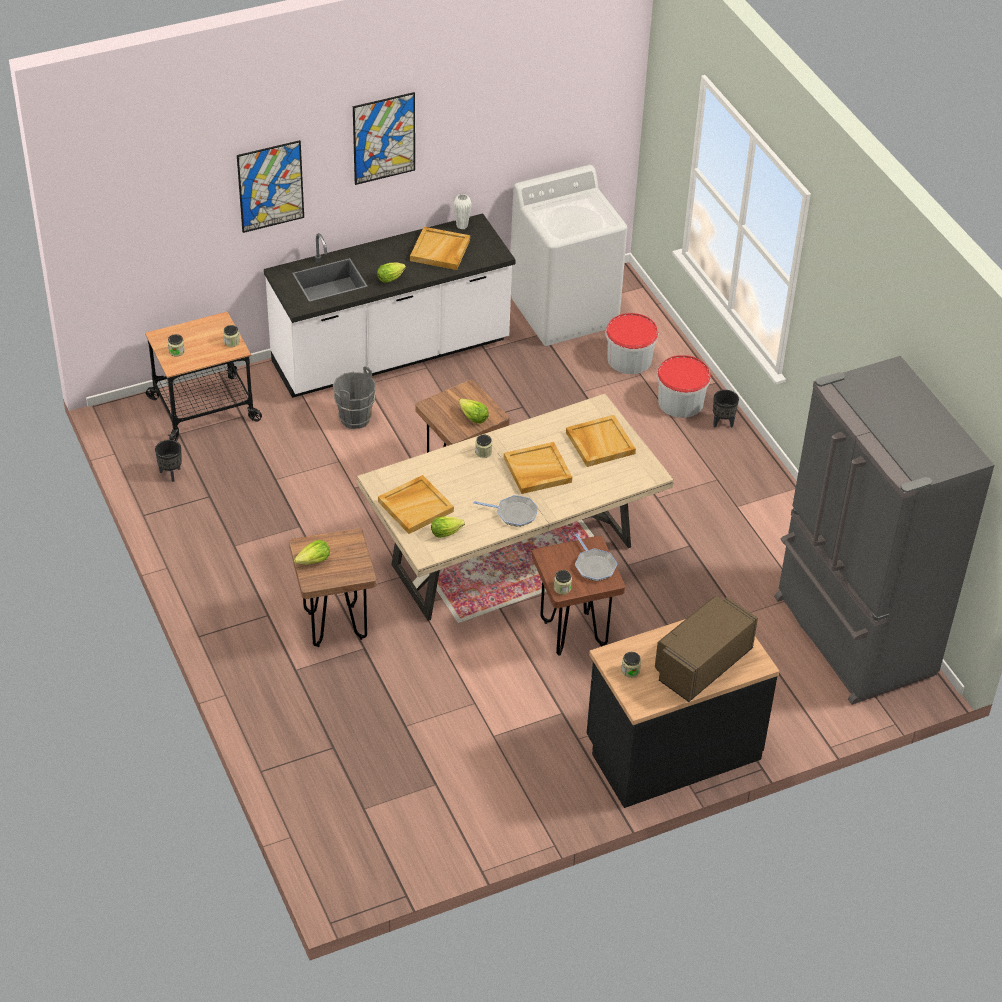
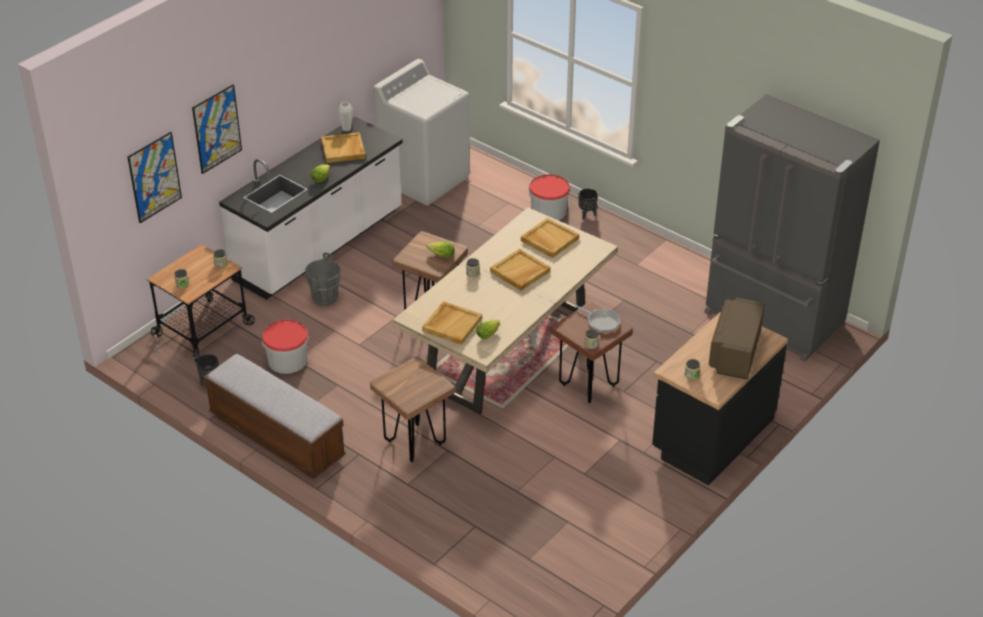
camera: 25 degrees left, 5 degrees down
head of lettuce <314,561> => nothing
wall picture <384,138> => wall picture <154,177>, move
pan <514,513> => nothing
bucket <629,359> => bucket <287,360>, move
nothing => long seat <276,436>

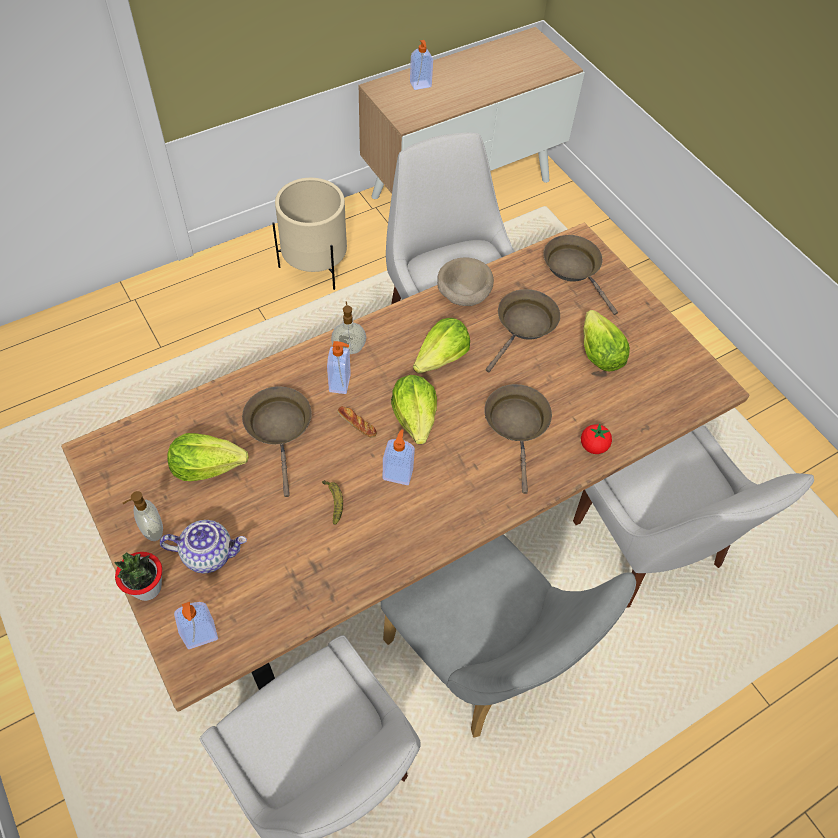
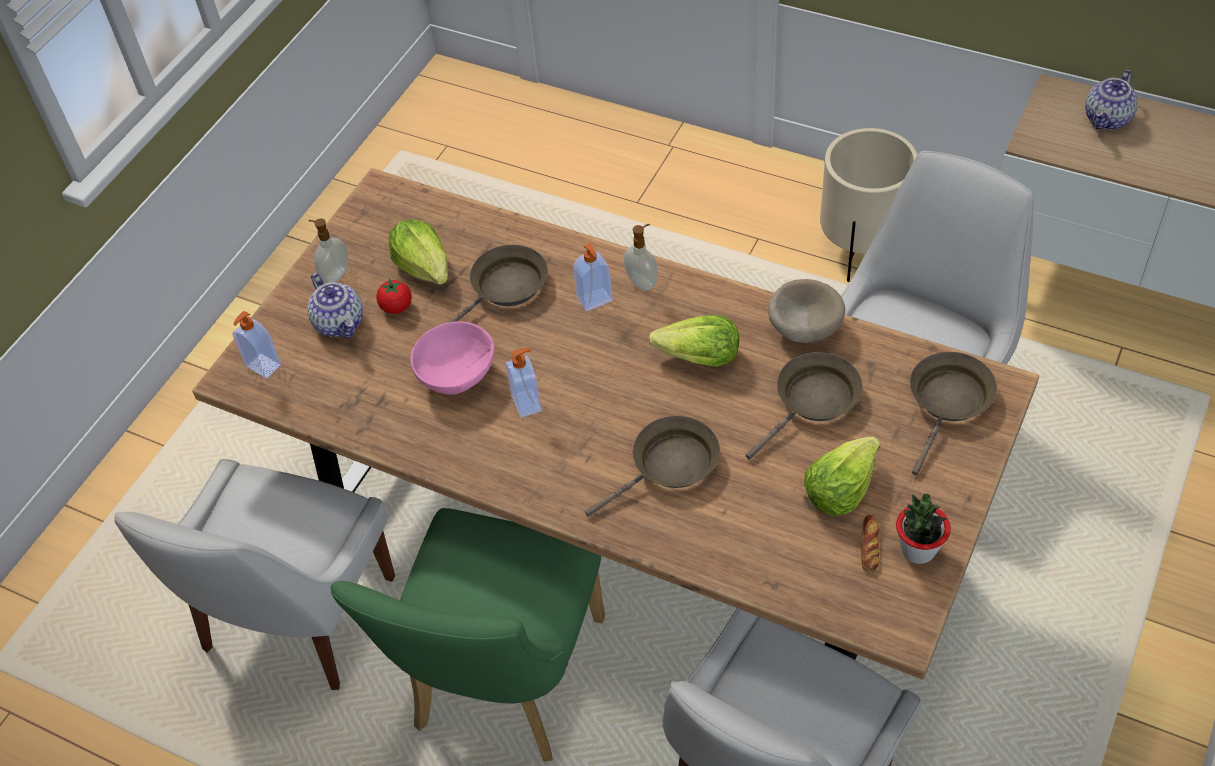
camera: 65 degrees right, 5 degrees down
houseplant <147,588> => houseplant <918,550>, move
banana <334,502> => bowl/pink <457,375>
bakery bread <357,424> => bakery bread <869,546>, move
upright chair/gray <480,660> => upright chair/green-coloured <502,686>
head of lettuce <415,418> => nothing
soap dispenser <420,85> => pot for tea <1107,119>
pan/brown-coloured <524,326> => pan/brown-coloured <813,401>, 45 degrees counterclockwise
tomato <593,446> => tomato <396,307>, move

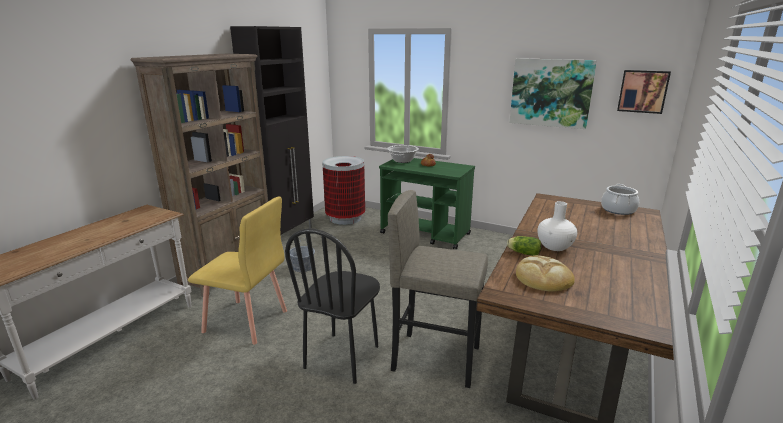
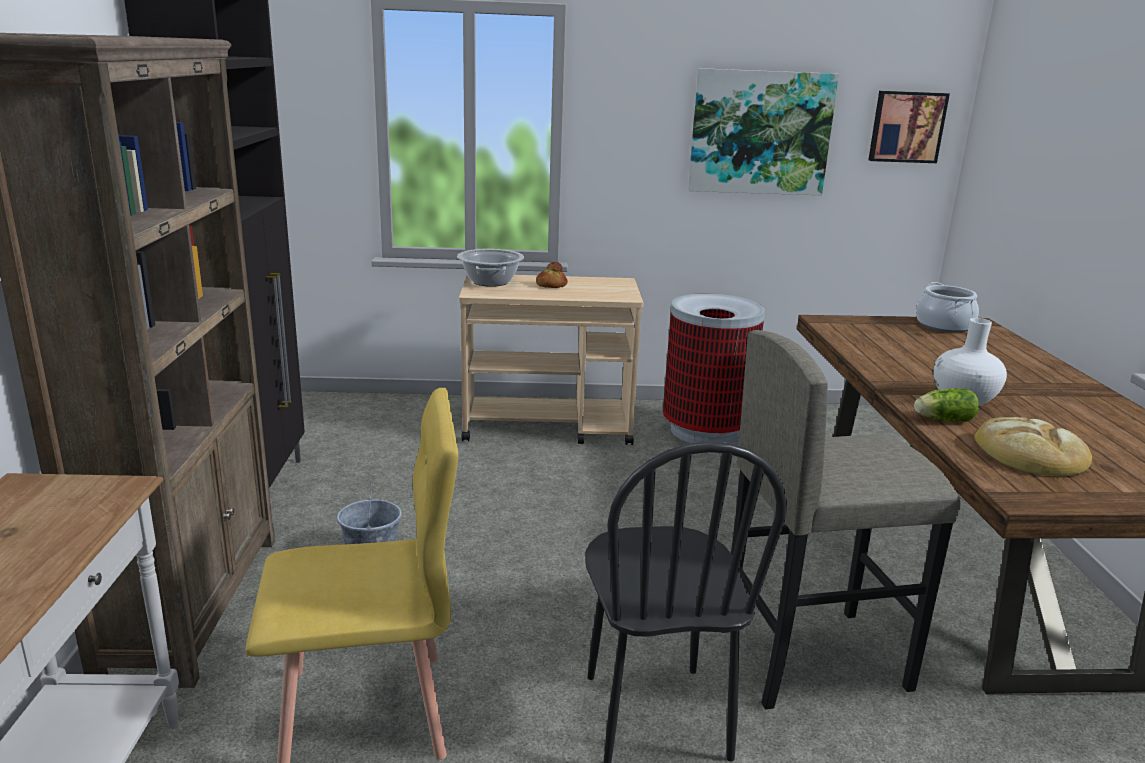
camera: 30 degrees left, 0 degrees up
rubbish bin <345,218> => rubbish bin <705,431>, move
cart/green-coloured <425,234> => cart/beige-coloured <549,426>

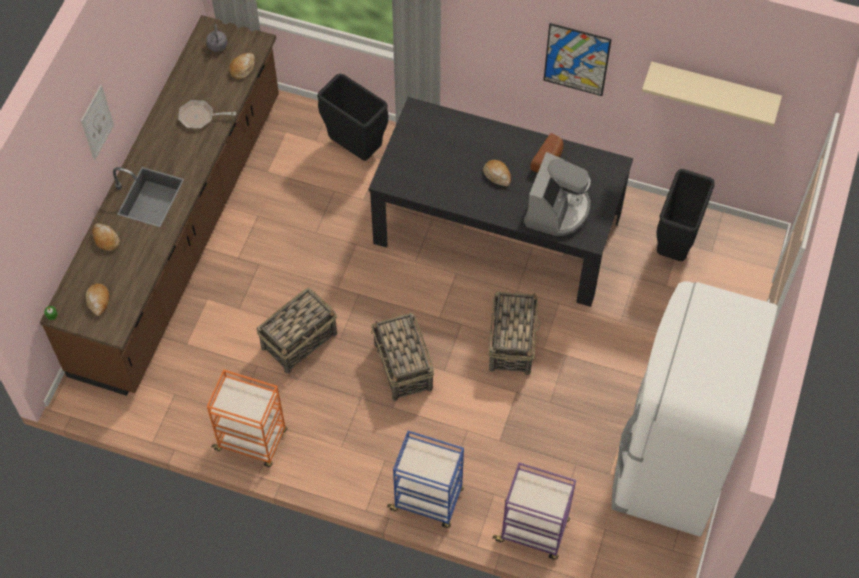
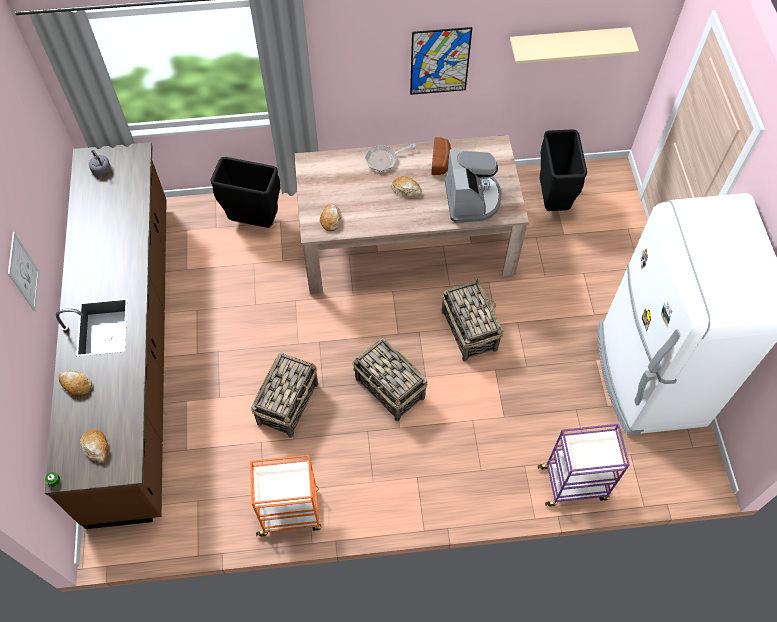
camera: 25 degrees left, 0 degrees up
pan <200,117> => pan <384,159>, move
bakery bread <243,68> => bakery bread <331,219>, move
kitchen table/black-coloured <497,229> => kitchen table/beige-coloured <407,242>
cart/blue <427,500> => nothing

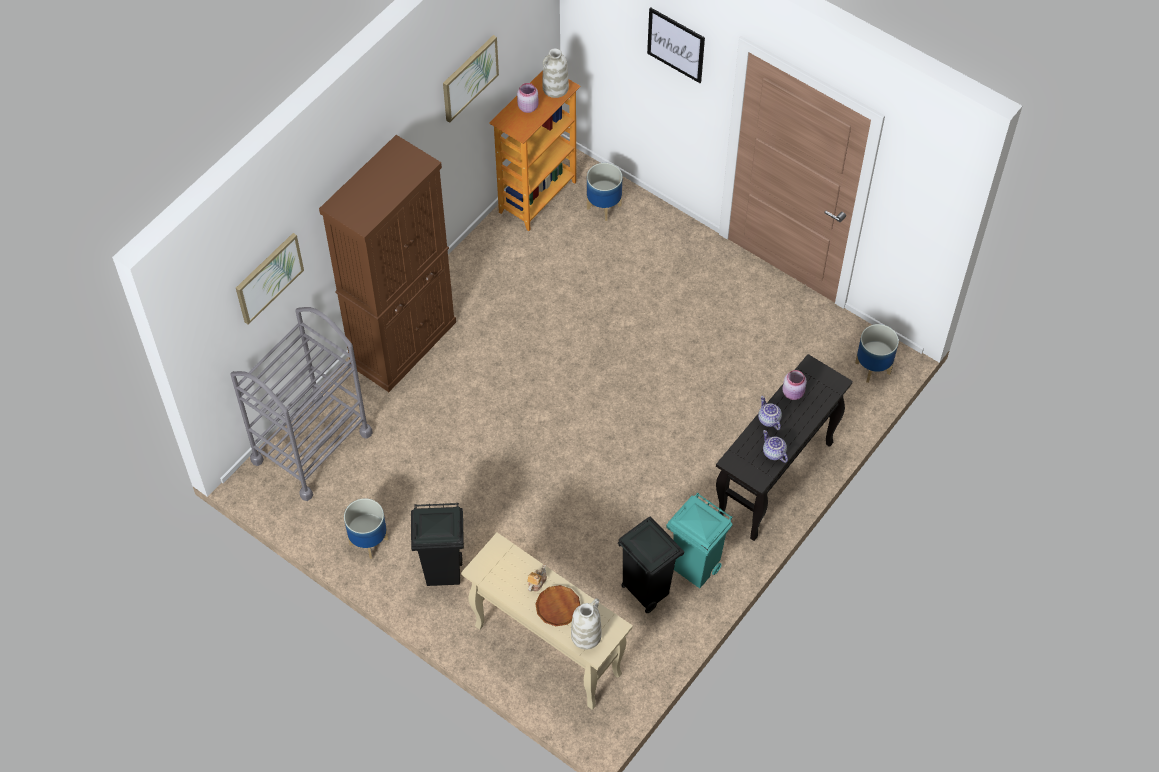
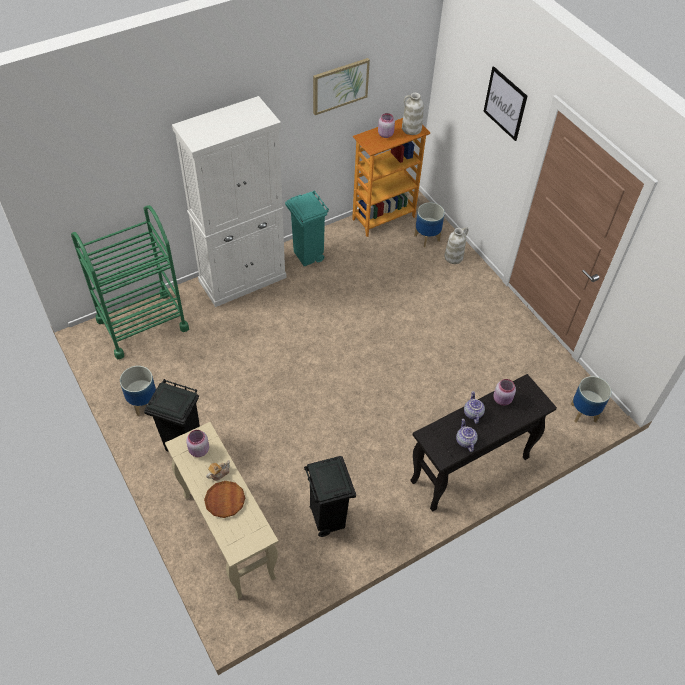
camera: 20 degrees right, 5 degrees down
cart/gray <311,447> => cart/green-coloured <142,324>
wall picture <268,277> => nothing
cupboard/brown-coloured <403,343> => cupboard/whitish <243,279>
flower vase/whitish <586,635> => flower vase/whitish <453,257>, move
rubbish bin/turquoise-coloured <696,569> => rubbish bin/turquoise-coloured <308,256>, move
nothing => jar/pink <198,450>

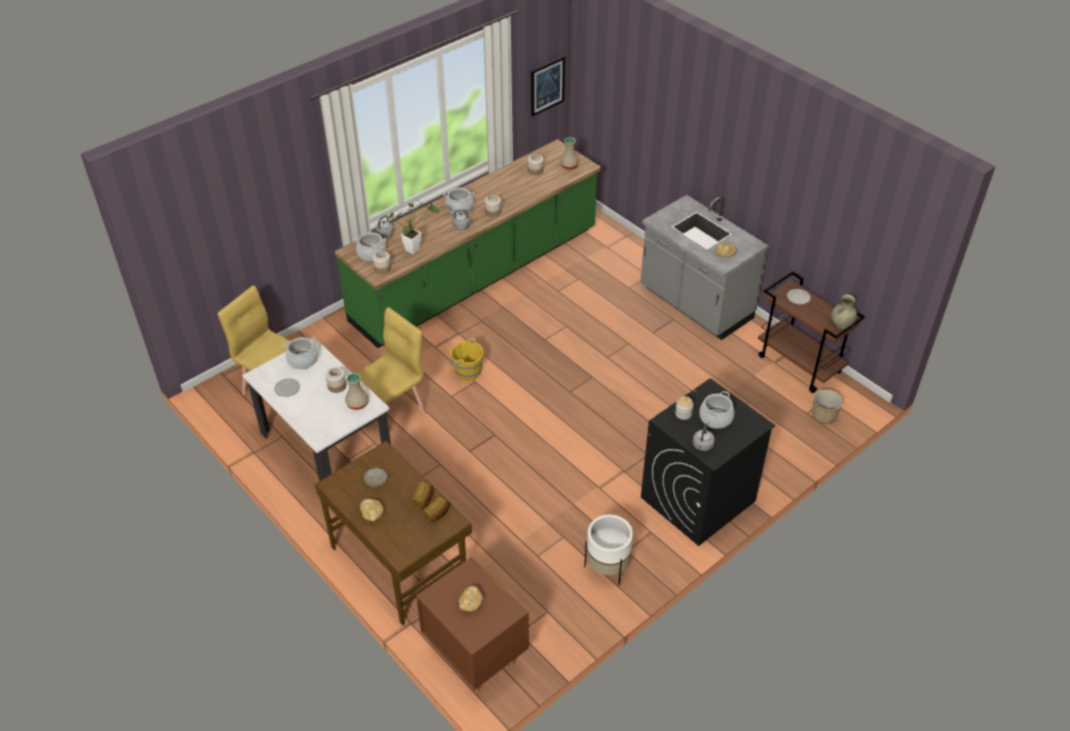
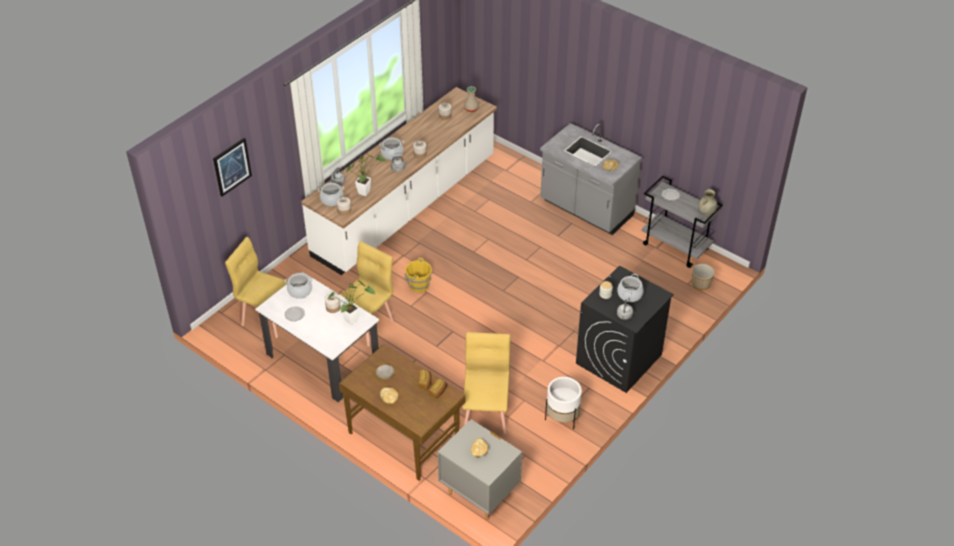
camera: 10 degrees left, 0 degrees up
kitchen base unit/green-coloured <476,276> => kitchen base unit/whitish <406,206>
flower vase/beige-coloured <358,403> => houseplant <353,319>
bedside table/brown-coloured <475,656> => bedside table/gray <479,494>
wall picture <547,85> => wall picture <232,166>, move
cart/brown-coloured <800,364> => cart/gray <676,247>
nothing => upright chair/yellow <486,414>

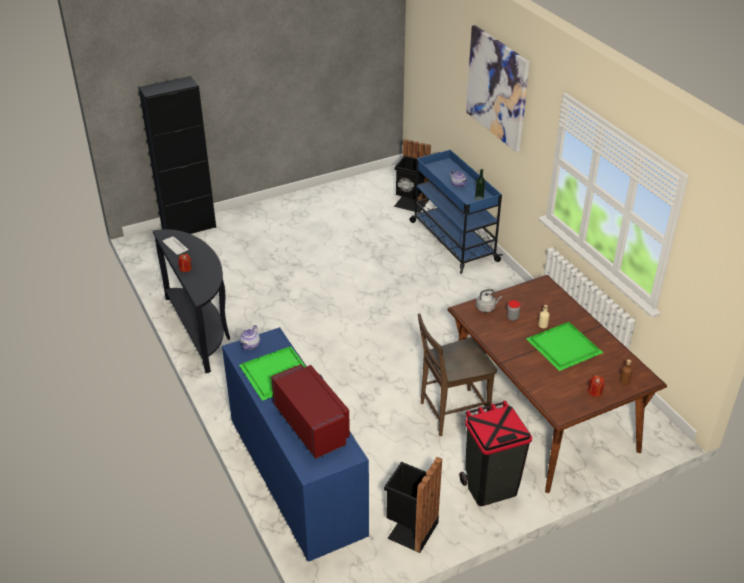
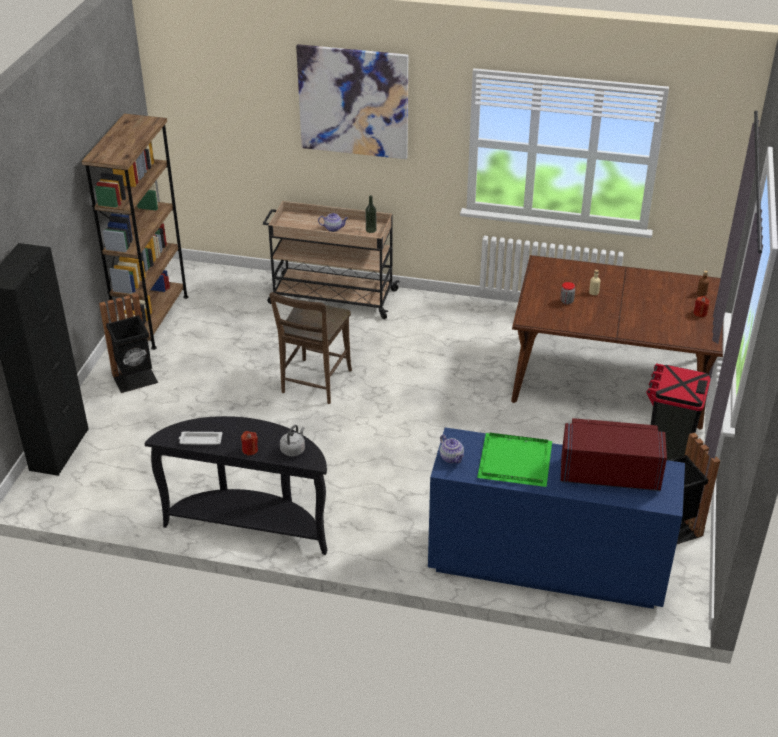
camera: 50 degrees left, 0 degrees up
rubbish bin/black-coloured <410,204> => rubbish bin/black-coloured <136,379>, move
cart/blue <452,240> => cart/beige-coloured <331,296>
upright chair/brown-coloured <451,413> => upright chair/brown-coloured <314,384>, move
water kettle/gray <486,308> => water kettle/gray <293,449>, move
tray/green-coloured <564,346> => nothing
nothing => bookcase/brown-coloured <153,319>

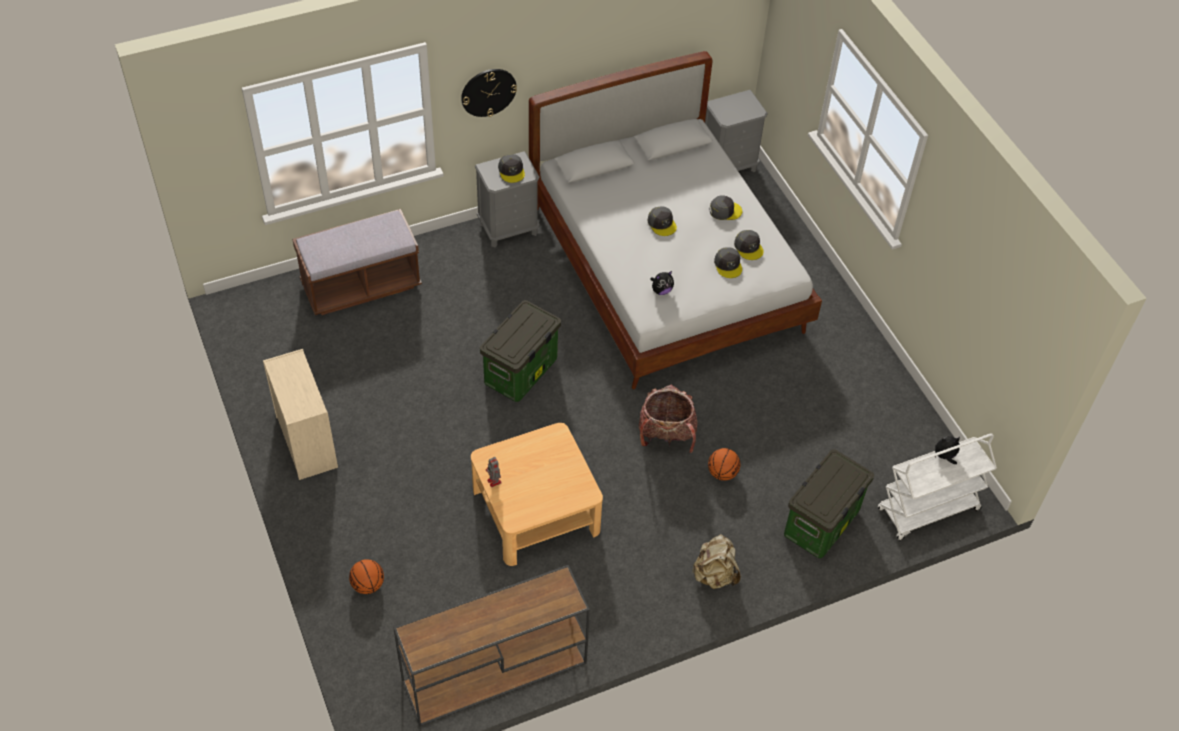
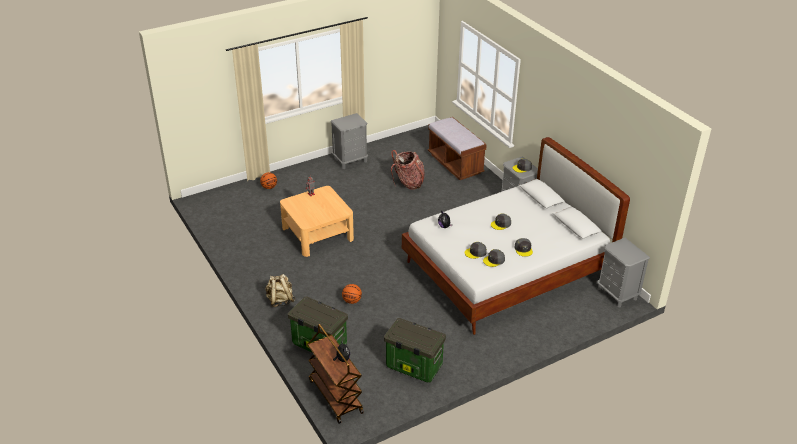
camera: 85 degrees right, 15 degrees down
drawer chest/beige-coloured <306,441> => bedside table/gray <350,160>
narrow table/brown-coloured <493,673> => nothing
wall clock <488,92> => nothing
storage container <521,373> => storage container <413,366>, move
knapsack <666,435> => knapsack <408,183>, move
cart/whitish <928,510> => cart/brown-coloured <335,396>

